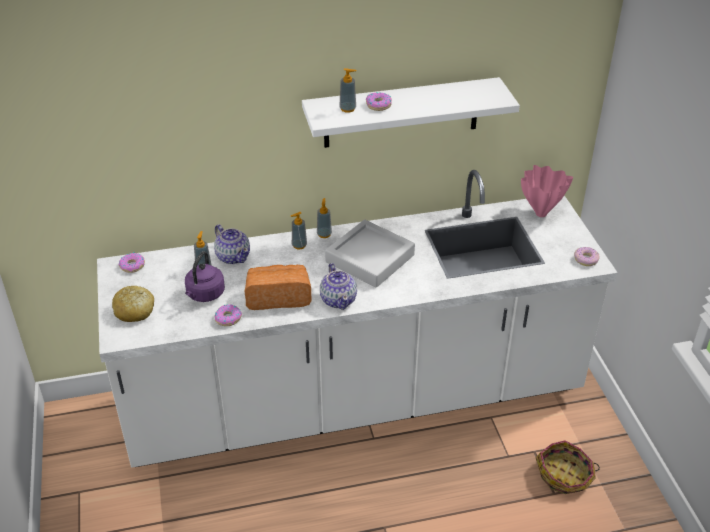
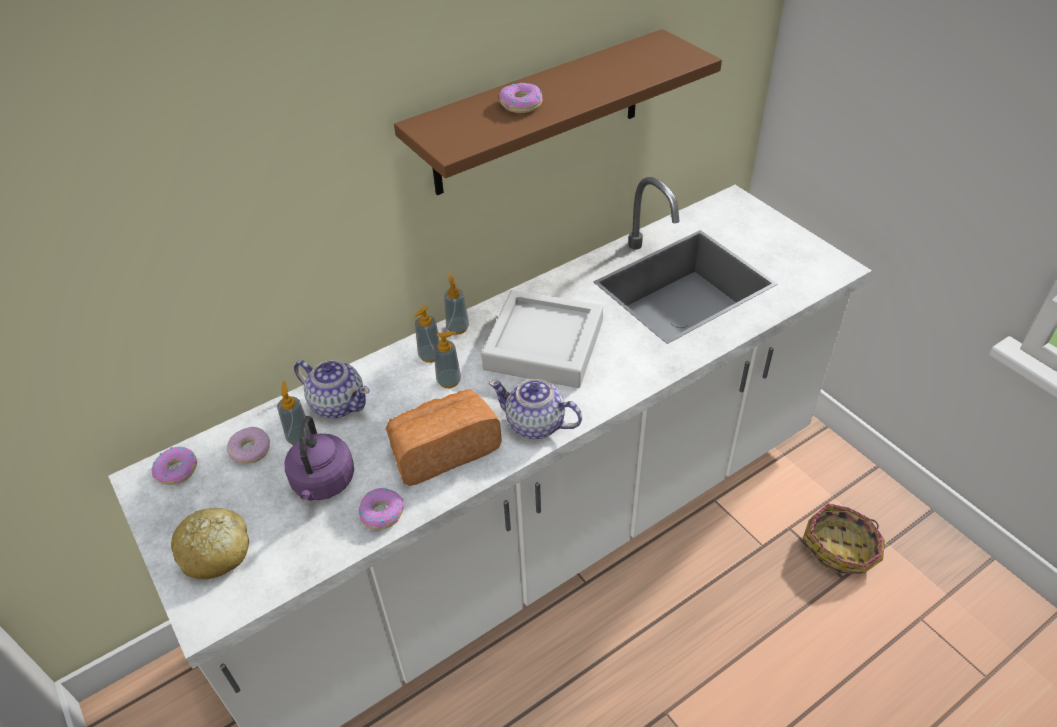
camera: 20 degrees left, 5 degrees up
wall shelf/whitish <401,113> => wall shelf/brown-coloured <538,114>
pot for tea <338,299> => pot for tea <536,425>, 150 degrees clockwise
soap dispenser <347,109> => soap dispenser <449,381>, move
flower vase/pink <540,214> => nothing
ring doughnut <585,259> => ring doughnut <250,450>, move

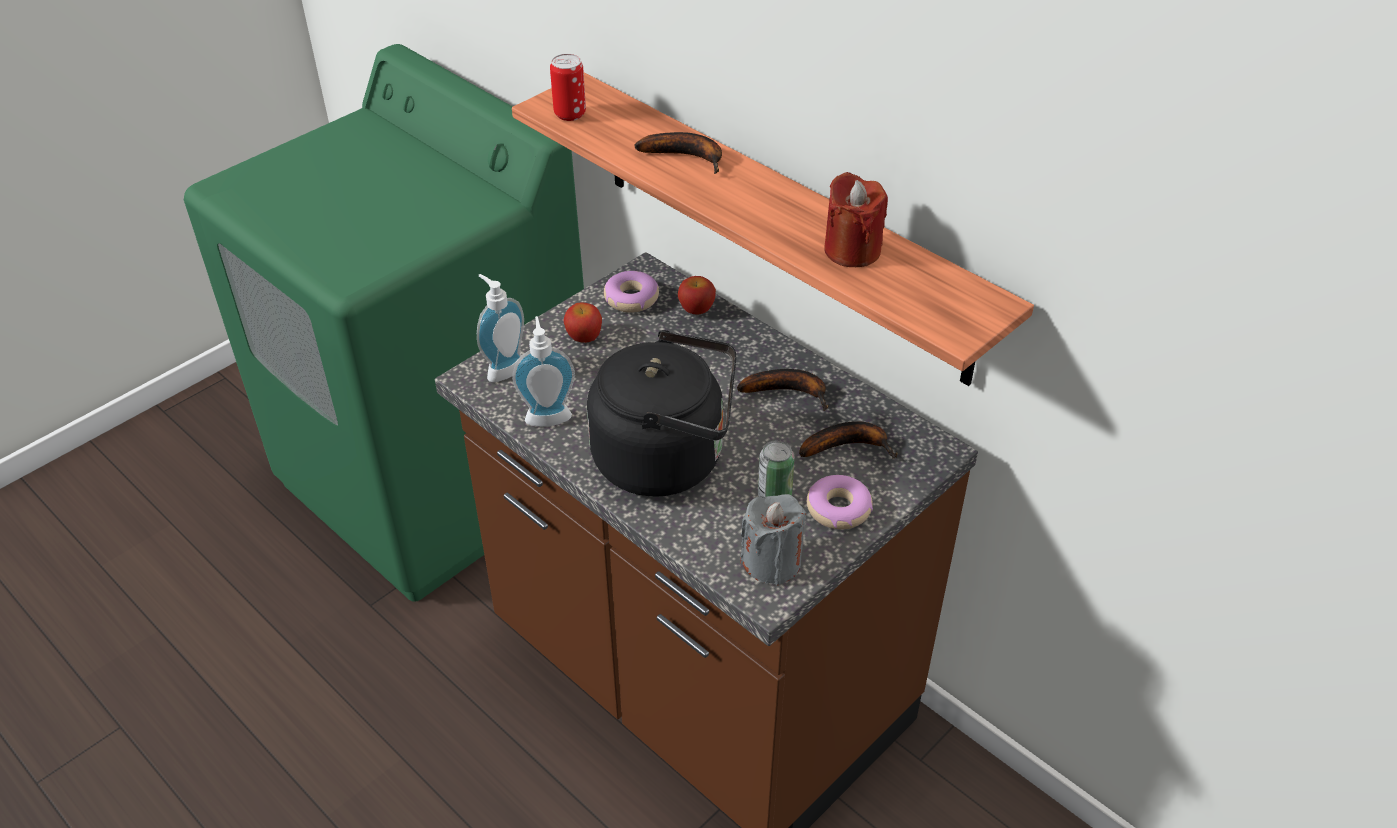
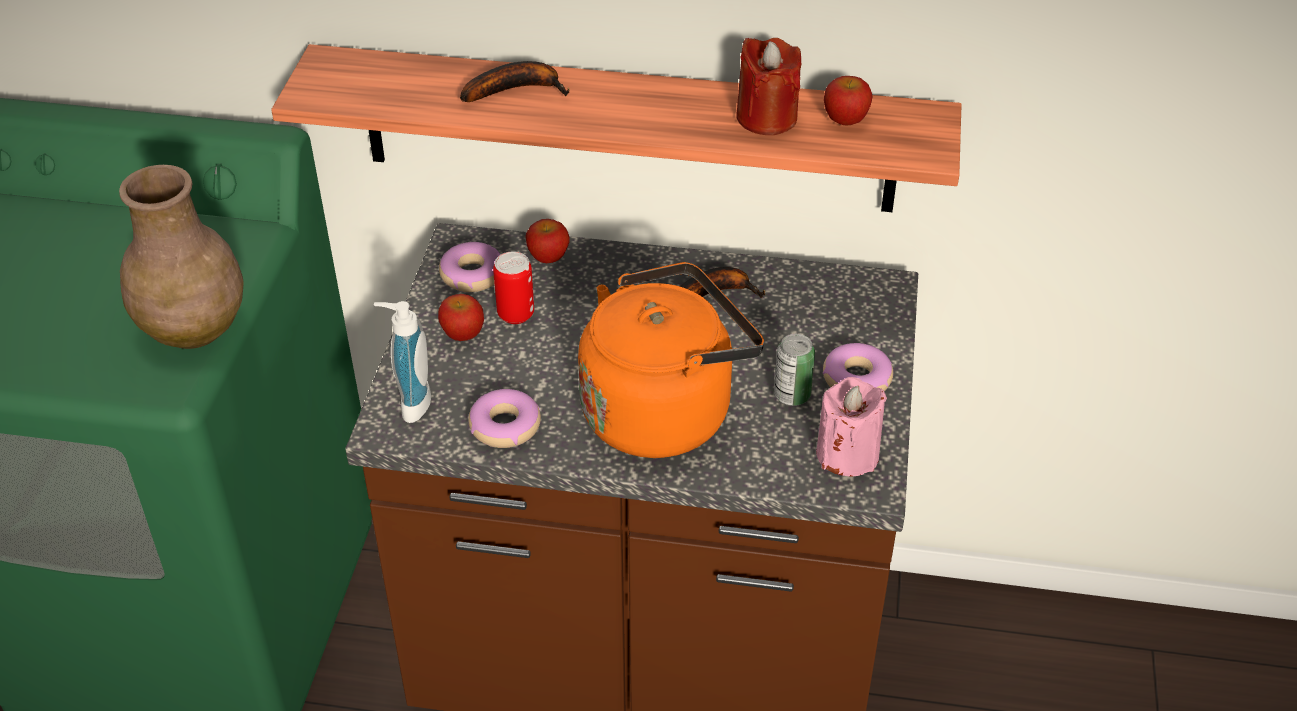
camera: 35 degrees left, 0 degrees up
soap dispenser <547,415> => ring doughnut <505,426>
sealed can <570,114> => sealed can <515,314>, move
water kettle/black-coloured <667,459> => water kettle/orange <663,410>
wax light/gray <772,562> => wax light/pink <847,454>
banana <849,446> => nothing
nothing => flower vase/brown-coloured <196,329>
nothing => apple <846,119>

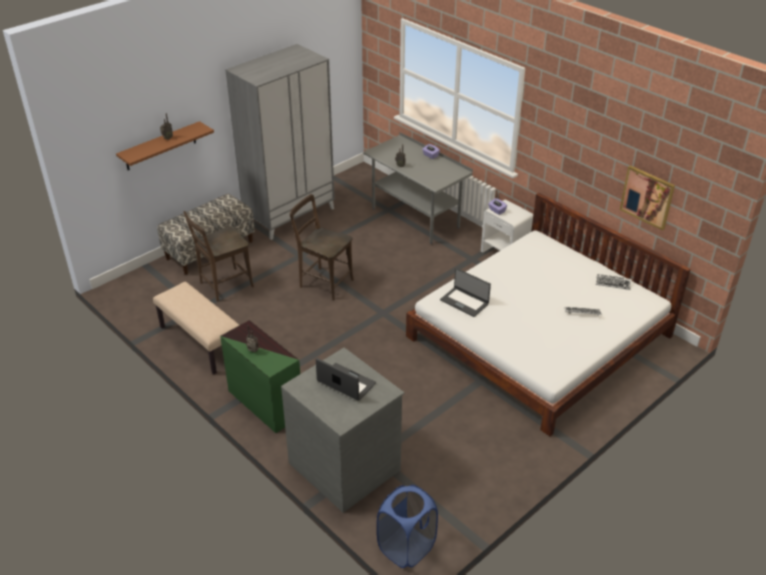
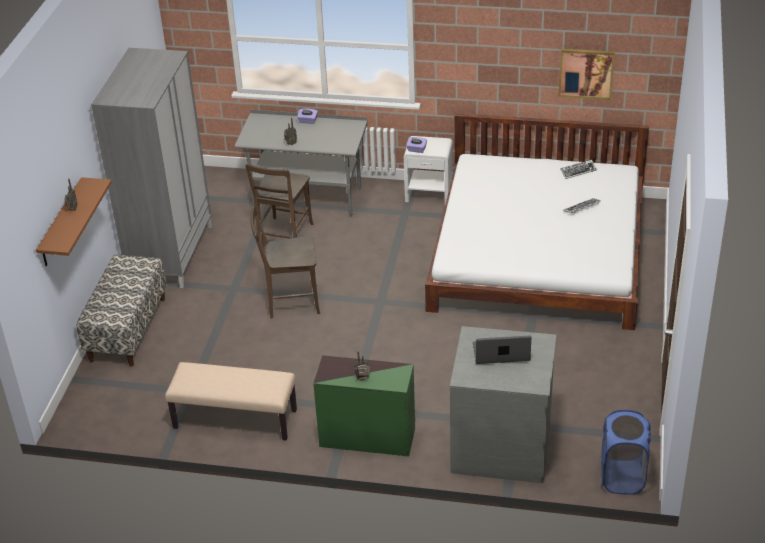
camera: 35 degrees left, 0 degrees up
upright chair/brown-coloured <223,286> => upright chair/brown-coloured <284,236>, move
notebook computer <464,302> => nothing

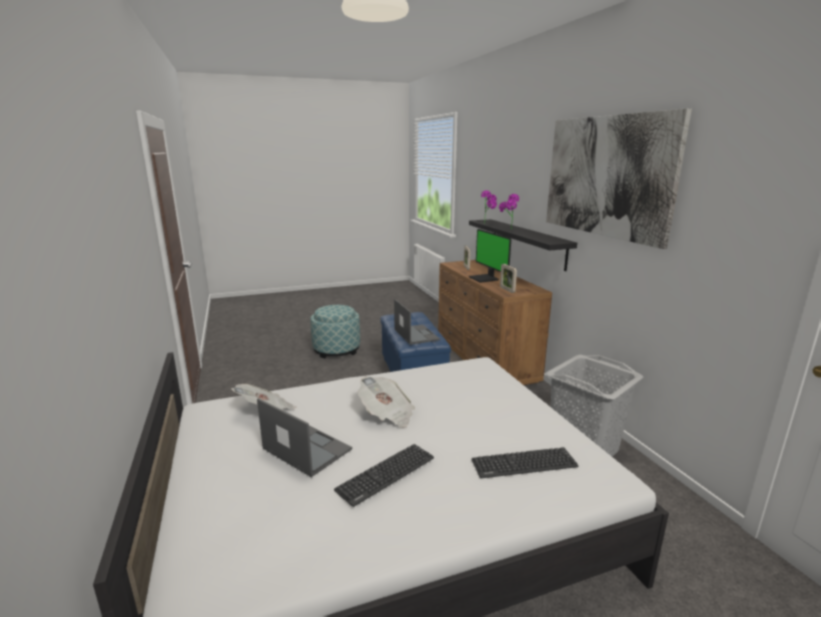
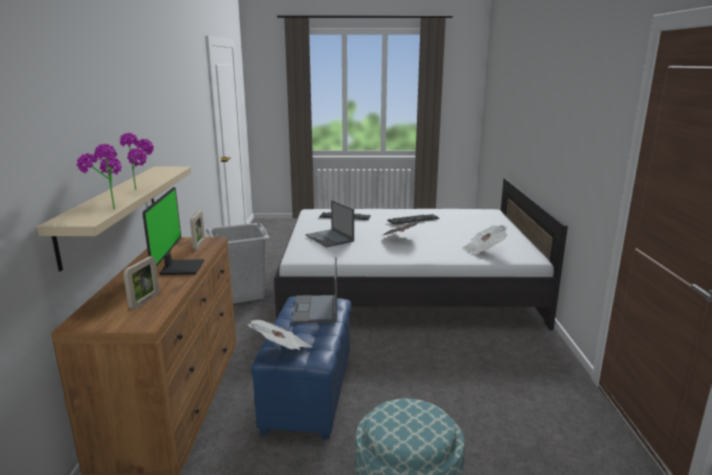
camera: 160 degrees left, 0 degrees up
notebook computer <306,449> => notebook computer <330,238>, move
wall shelf/black-coloured <526,242> => wall shelf/beige-coloured <111,211>
wall picture <606,176> => nothing
nothing => printed paper <281,349>

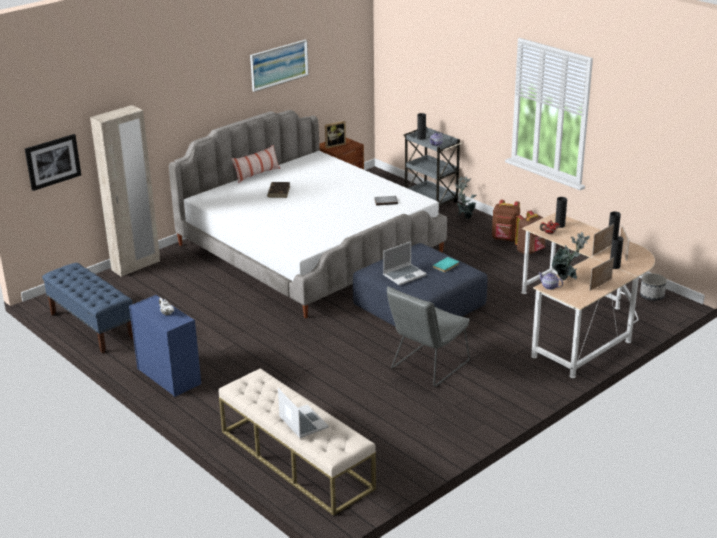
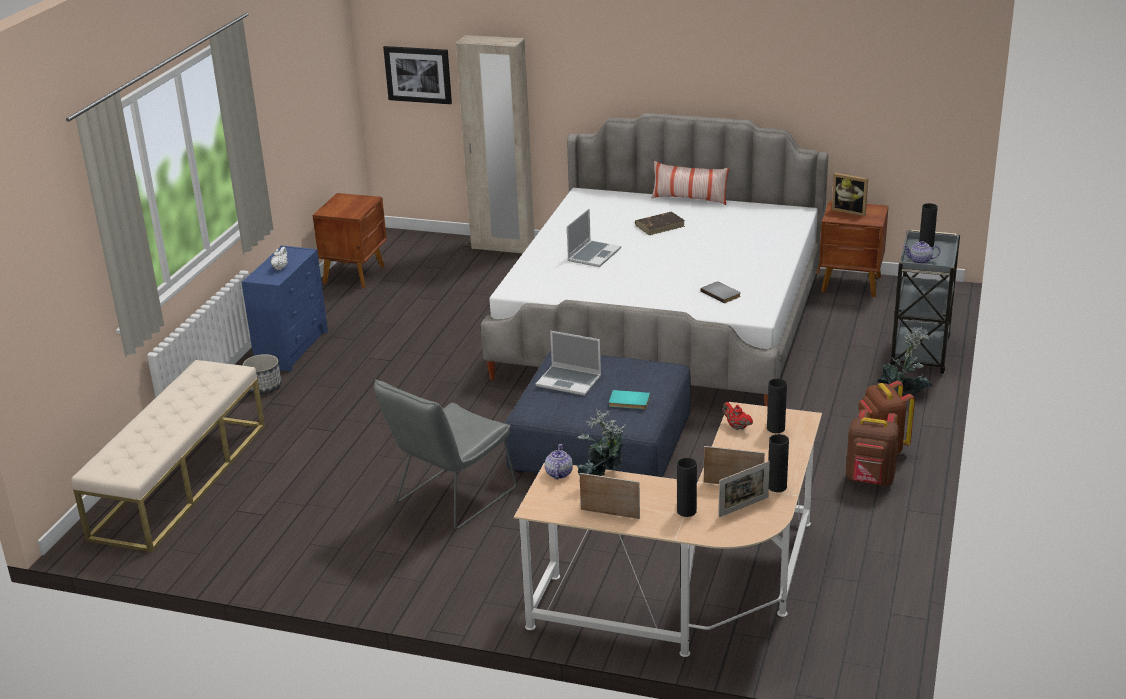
camera: 60 degrees right, 0 degrees up
long seat/blue <91,326> => bedside table/brown-coloured <355,274>
wall picture <279,65> => nothing
notebook computer <302,422> => notebook computer <593,255>, move
upright chair/gray <426,367> => upright chair/gray <450,499>, 60 degrees counterclockwise
plant pot <652,296> => plant pot <264,387>, move

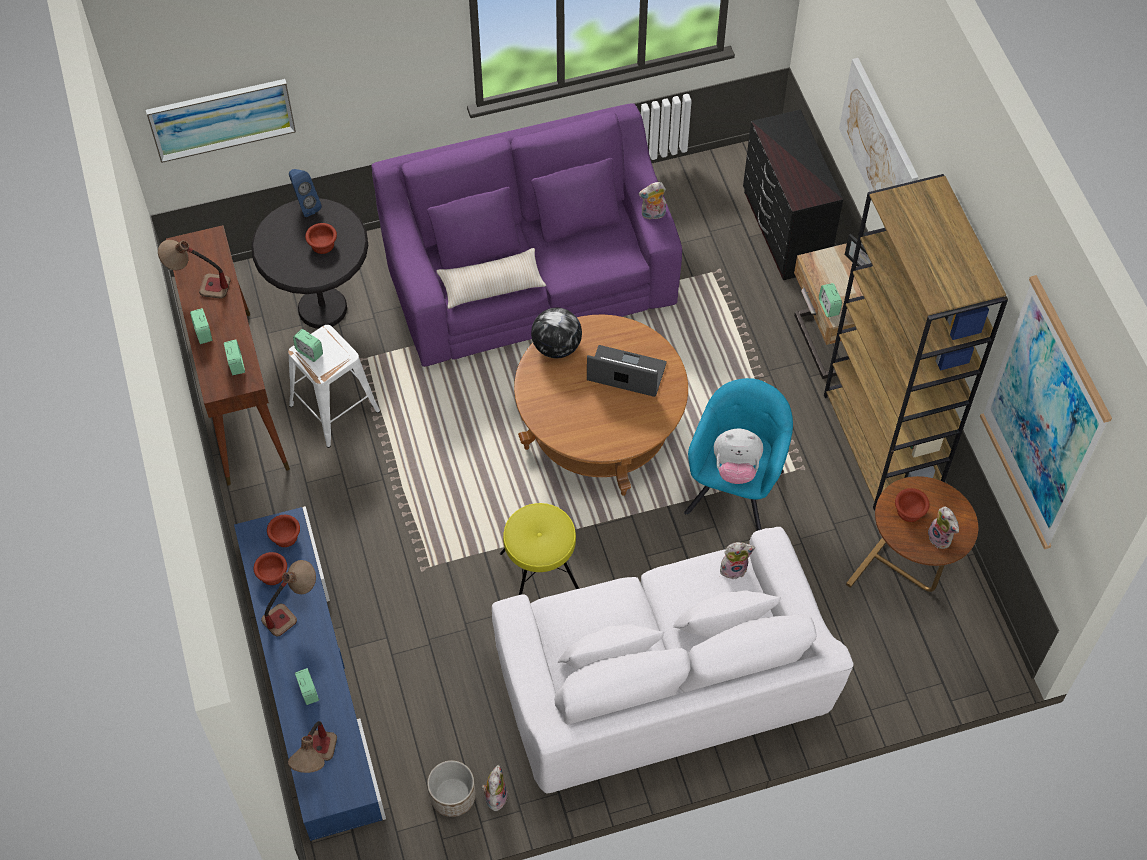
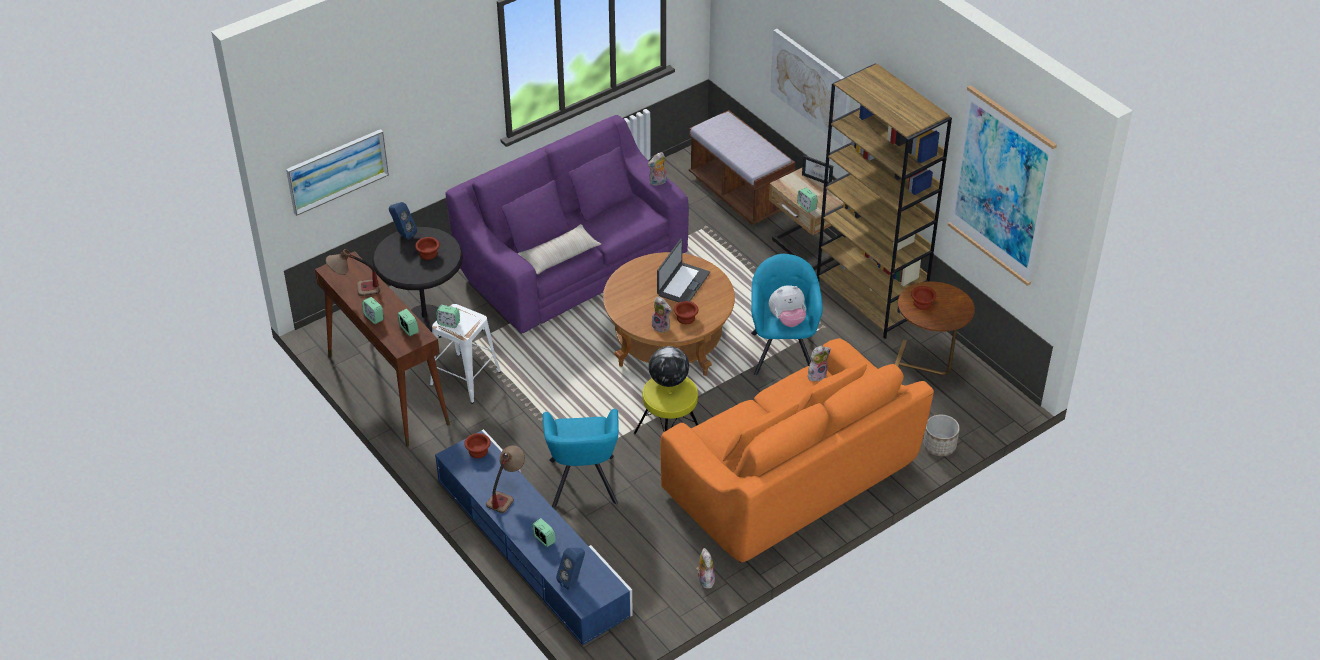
camera: 20 degrees left, 15 degrees down
bowl/brown-coloured <272,573> => bowl/brown-coloured <685,318>, move
lamp for a table <317,762> => loudspeaker/blue <572,580>
plant pot <452,796> => plant pot <939,446>, move
settee/whitish <661,688> => settee/orange <791,481>
desk globe <556,347> => desk globe <668,380>, move
notebook computer <626,373> => notebook computer <682,284>, 120 degrees clockwise
drawer chest/black-coloured <784,231> => long seat/brown-coloured <740,193>
plush toy <941,538> => plush toy <662,326>, move
nothing => armchair/turquoise-coloured <583,484>

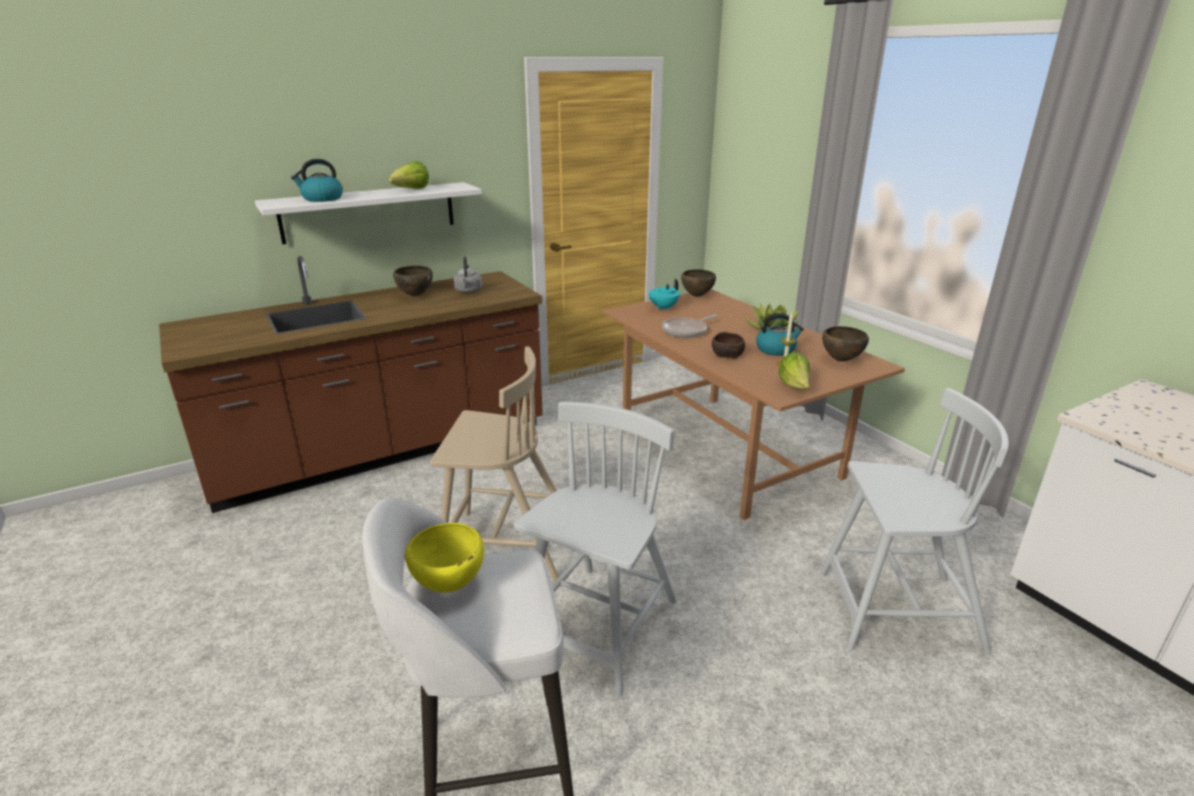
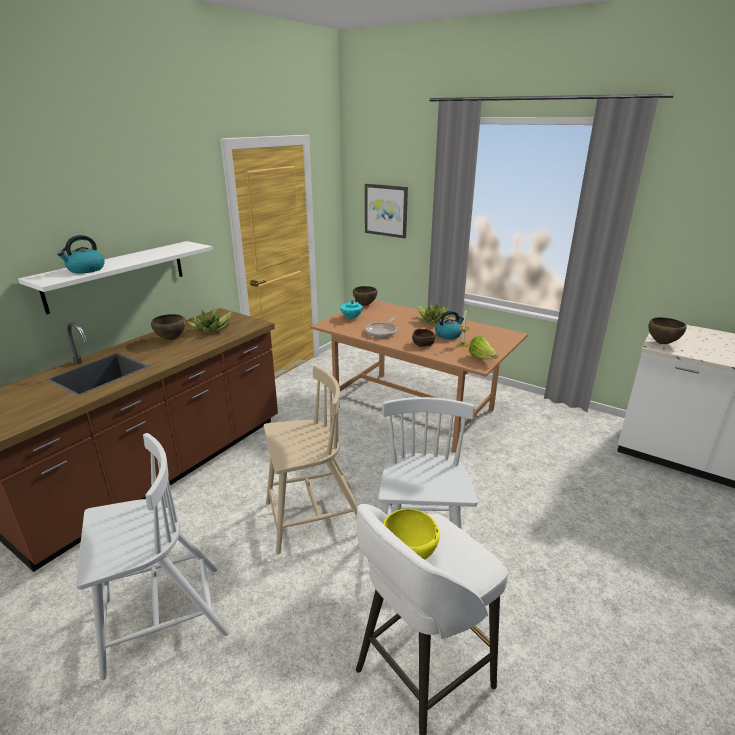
camera: 25 degrees left, 0 degrees up
head of lettuce <411,190> => nothing
water kettle/gray <468,291> => houseplant <213,329>
upright chair/whitish <895,611> => upright chair/whitish <161,619>, move
bowl/brown-coloured <840,360> => bowl/brown-coloured <662,343>, move
nothing => wall picture <386,210>

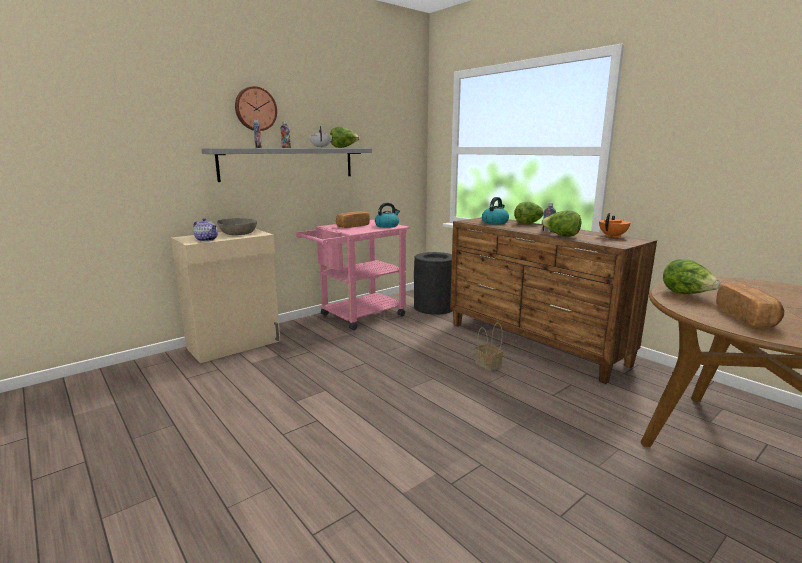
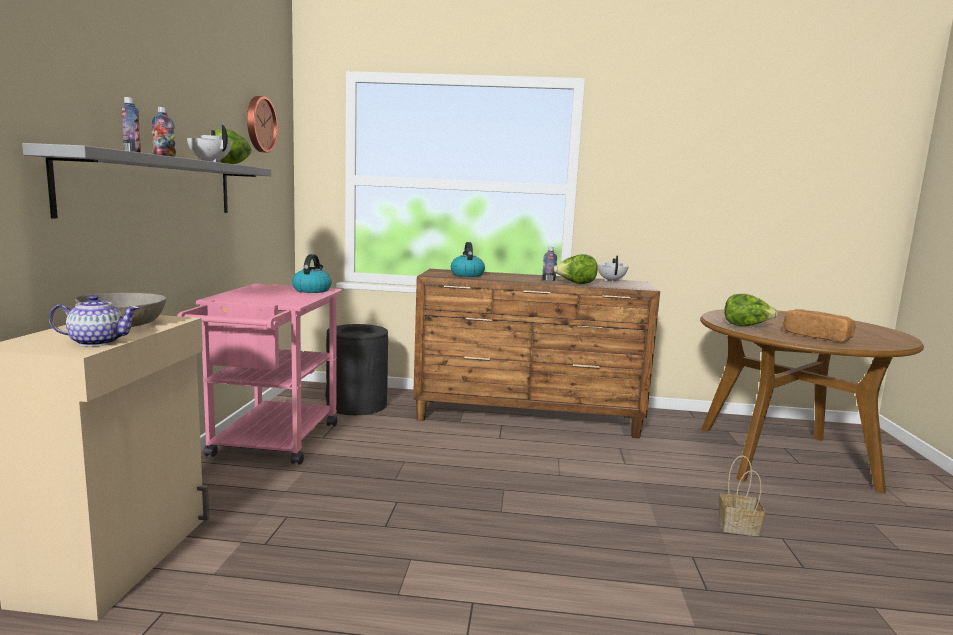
camera: 45 degrees left, 5 degrees down
wall clock <255,109> => wall clock <259,124>, move
bakery bread <352,226> => nothing
household basket <489,365> => household basket <739,526>, move
head of lettuce <528,224> => nothing
pot for tea/orange <613,236> => pot for tea/whitish <611,281>

